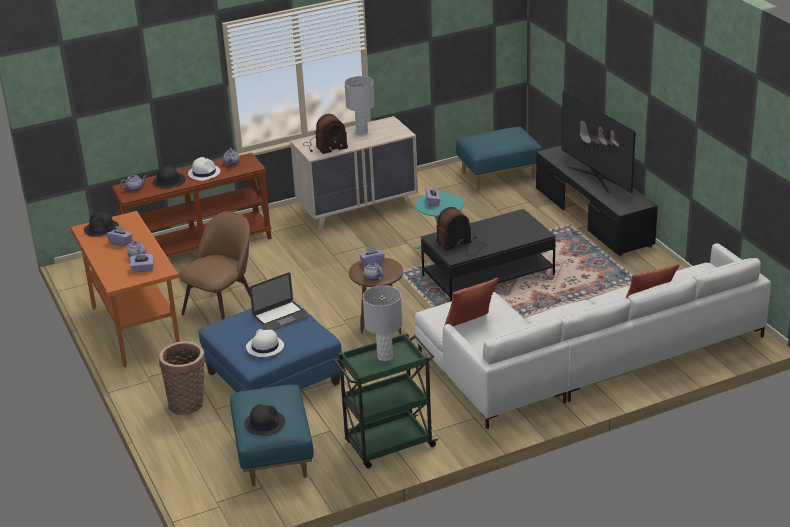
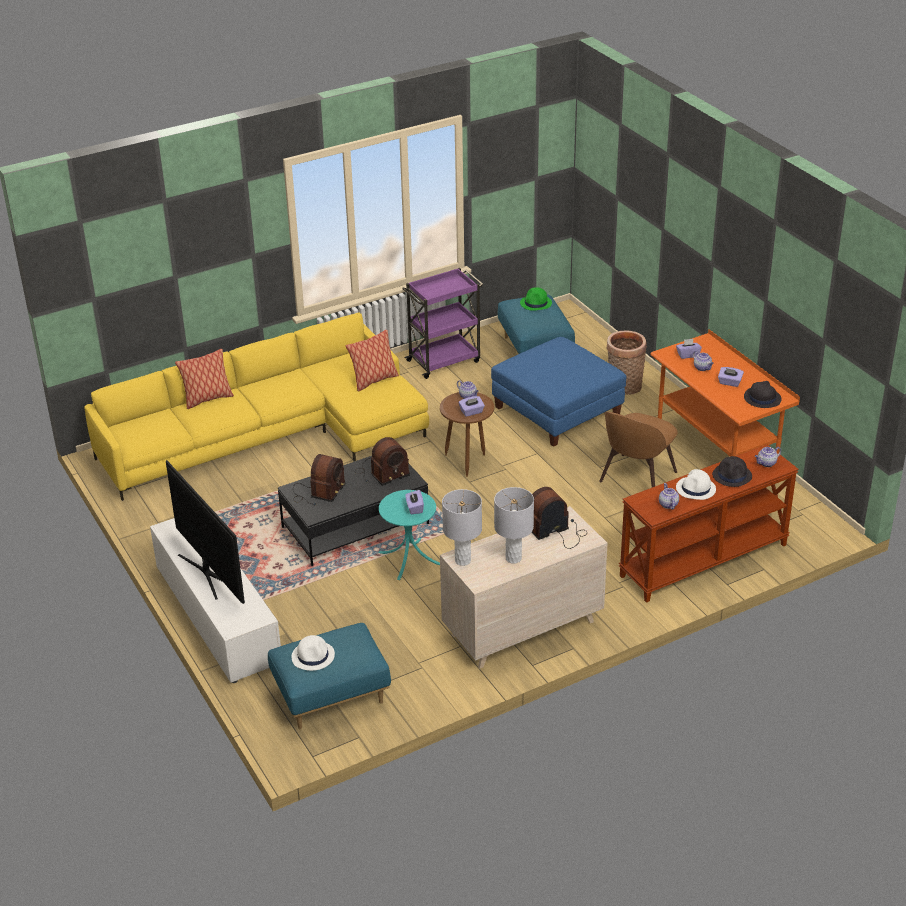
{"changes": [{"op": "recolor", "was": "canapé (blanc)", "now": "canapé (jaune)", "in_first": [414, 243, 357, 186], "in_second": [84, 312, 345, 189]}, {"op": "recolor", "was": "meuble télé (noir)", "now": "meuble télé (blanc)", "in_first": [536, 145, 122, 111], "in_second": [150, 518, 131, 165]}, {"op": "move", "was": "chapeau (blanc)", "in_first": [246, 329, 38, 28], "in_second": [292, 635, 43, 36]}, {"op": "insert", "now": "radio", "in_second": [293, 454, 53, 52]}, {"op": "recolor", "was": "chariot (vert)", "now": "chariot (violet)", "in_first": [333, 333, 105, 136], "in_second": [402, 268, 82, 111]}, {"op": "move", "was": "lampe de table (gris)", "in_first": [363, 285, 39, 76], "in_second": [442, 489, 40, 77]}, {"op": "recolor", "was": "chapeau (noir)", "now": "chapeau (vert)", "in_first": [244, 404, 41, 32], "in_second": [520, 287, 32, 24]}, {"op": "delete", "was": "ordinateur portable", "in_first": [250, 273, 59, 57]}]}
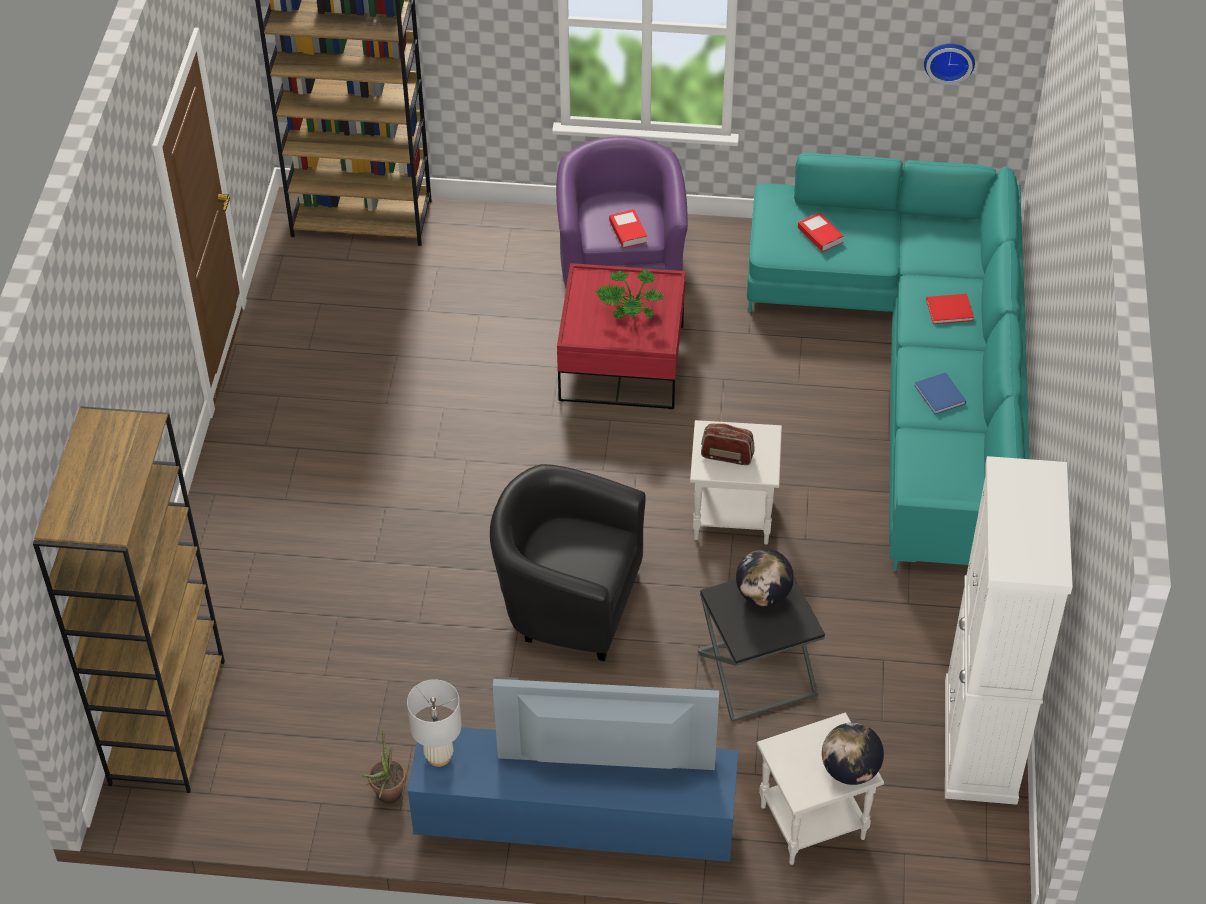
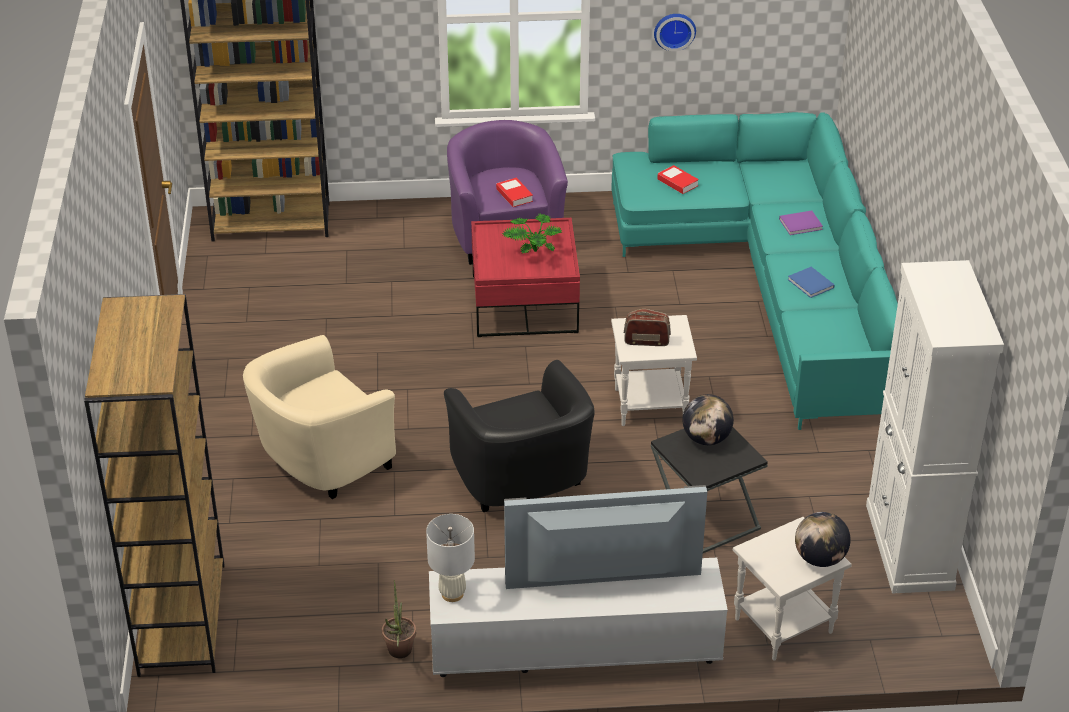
{"changes": [{"op": "insert", "now": "fauteuil (beige)", "in_second": [243, 335, 153, 164]}, {"op": "recolor", "was": "meuble télé (bleu)", "now": "meuble télé (blanc)", "in_first": [407, 727, 331, 135], "in_second": [429, 558, 299, 119]}, {"op": "rotate", "was": "fauteuil (noir)", "in_first": [490, 464, 156, 197], "in_second": [444, 360, 150, 152], "clockwise": -120}, {"op": "move", "was": "horloge murale", "in_first": [924, 43, 51, 42], "in_second": [654, 14, 42, 37]}, {"op": "recolor", "was": "livre (rouge)", "now": "livre (violet)", "in_first": [926, 294, 48, 30], "in_second": [779, 211, 44, 24]}]}
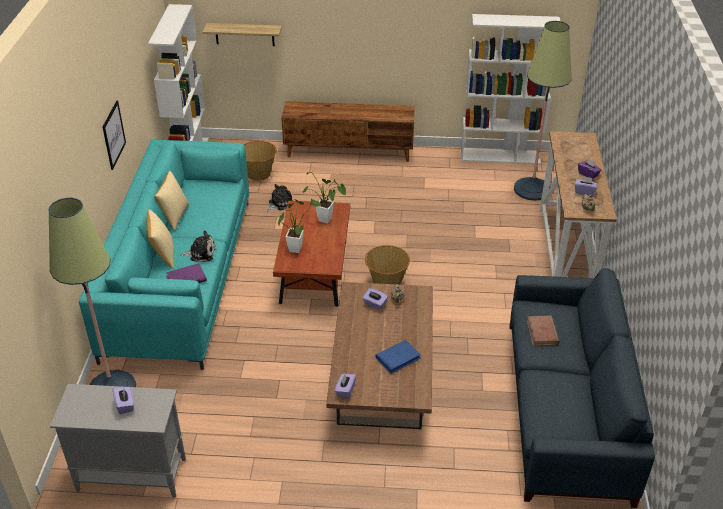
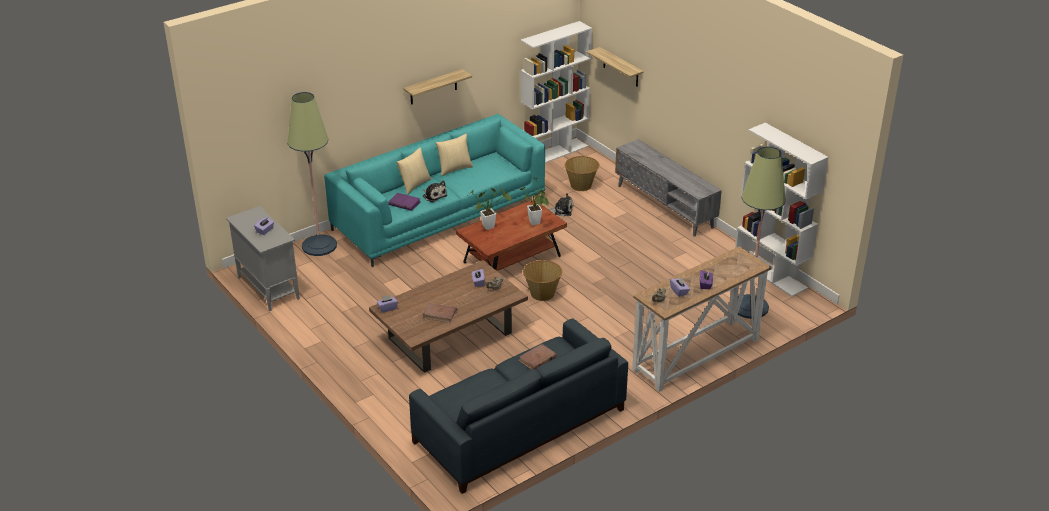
{"changes": [{"op": "replace", "was": "tableau", "now": "étagère", "in_first": [103, 100, 23, 70], "in_second": [403, 69, 69, 36]}, {"op": "recolor", "was": "livre (bleu)", "now": "livre (marron)", "in_first": [376, 340, 45, 34], "in_second": [422, 303, 35, 20]}, {"op": "recolor", "was": "meuble télé (marron)", "now": "meuble télé (gris)", "in_first": [281, 101, 134, 61], "in_second": [615, 139, 107, 98]}]}
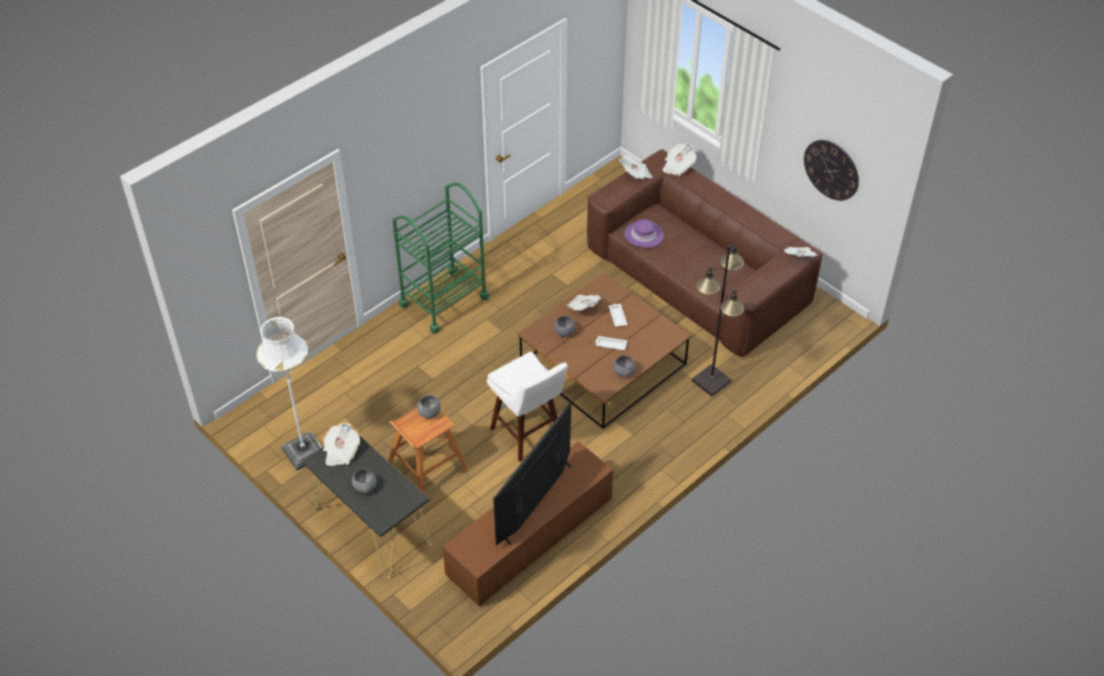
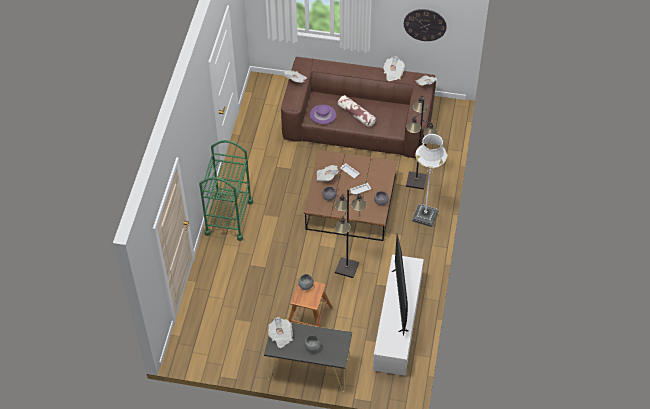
{"changes": [{"op": "replace", "was": "tabouret (blanc)", "now": "lampadaire (noir)", "in_first": [487, 351, 81, 111], "in_second": [334, 189, 33, 89]}, {"op": "insert", "now": "coussin", "in_second": [338, 95, 38, 32]}, {"op": "recolor", "was": "meuble télé (marron)", "now": "meuble télé (blanc)", "in_first": [442, 441, 171, 165], "in_second": [373, 254, 51, 122]}, {"op": "move", "was": "journal", "in_first": [663, 144, 33, 32], "in_second": [383, 56, 22, 25]}, {"op": "move", "was": "lampadaire (blanc)", "in_first": [256, 317, 66, 154], "in_second": [412, 134, 35, 93]}]}
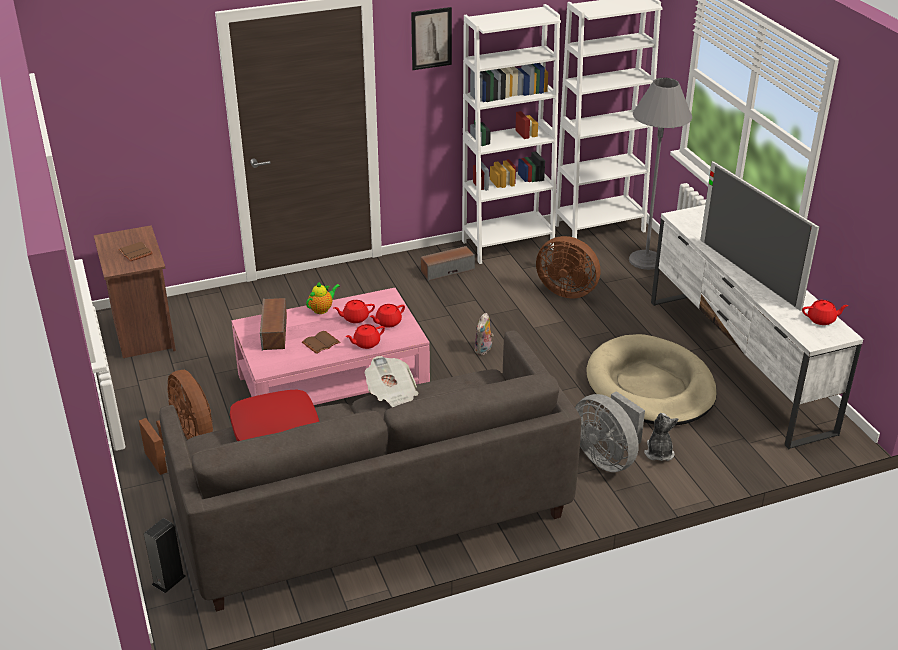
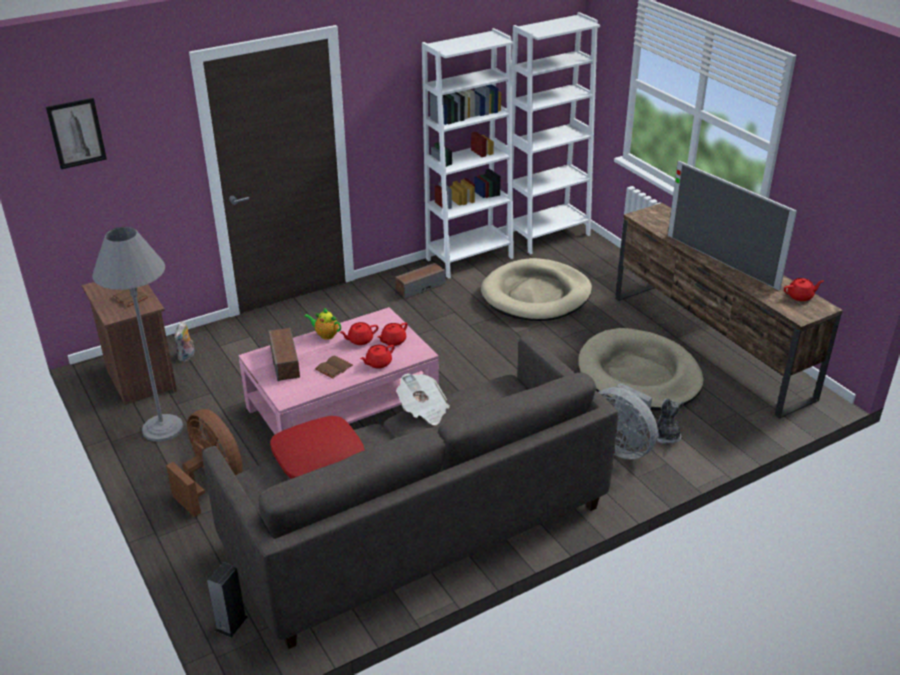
{"changes": [{"op": "move", "was": "tableau", "in_first": [411, 7, 41, 63], "in_second": [46, 98, 61, 71]}, {"op": "move", "was": "lampadaire (gris)", "in_first": [629, 78, 63, 192], "in_second": [92, 227, 91, 215]}, {"op": "move", "was": "peluche", "in_first": [474, 313, 20, 42], "in_second": [174, 321, 21, 41]}, {"op": "rotate", "was": "théière", "in_first": [306, 281, 34, 33], "in_second": [304, 308, 37, 32], "clockwise": -105}, {"op": "replace", "was": "ventilateur (marron)", "now": "panier pour chien (beige)", "in_first": [536, 236, 64, 62], "in_second": [481, 258, 111, 63]}, {"op": "recolor", "was": "meuble télé (blanc)", "now": "meuble télé (marron)", "in_first": [651, 205, 212, 244], "in_second": [615, 203, 228, 216]}]}
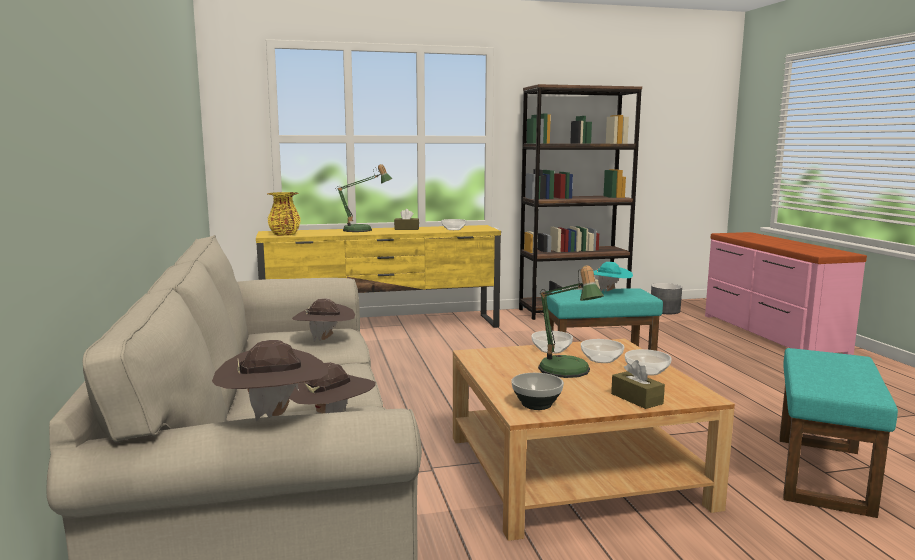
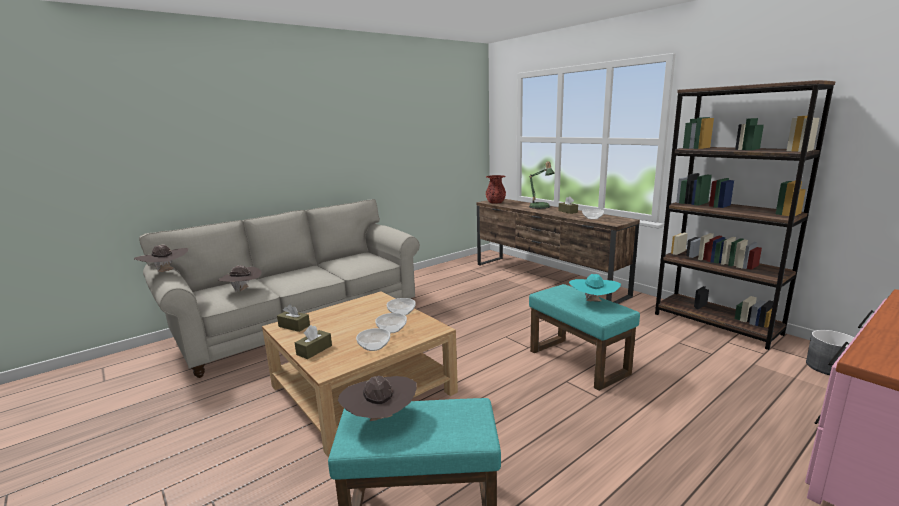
{"changes": [{"op": "replace", "was": "bol", "now": "boîte à mouchoirs (marron)", "in_first": [511, 373, 53, 37], "in_second": [277, 304, 33, 28]}, {"op": "move", "was": "chapeau (marron)", "in_first": [292, 299, 63, 42], "in_second": [338, 376, 79, 45]}, {"op": "recolor", "was": "meuble télé (jaune)", "now": "meuble télé (marron)", "in_first": [256, 225, 245, 103], "in_second": [476, 199, 164, 105]}, {"op": "recolor", "was": "vase (jaune)", "now": "vase (rouge)", "in_first": [267, 192, 34, 44], "in_second": [486, 175, 20, 29]}, {"op": "delete", "was": "lampe de table", "in_first": [538, 265, 66, 113]}]}
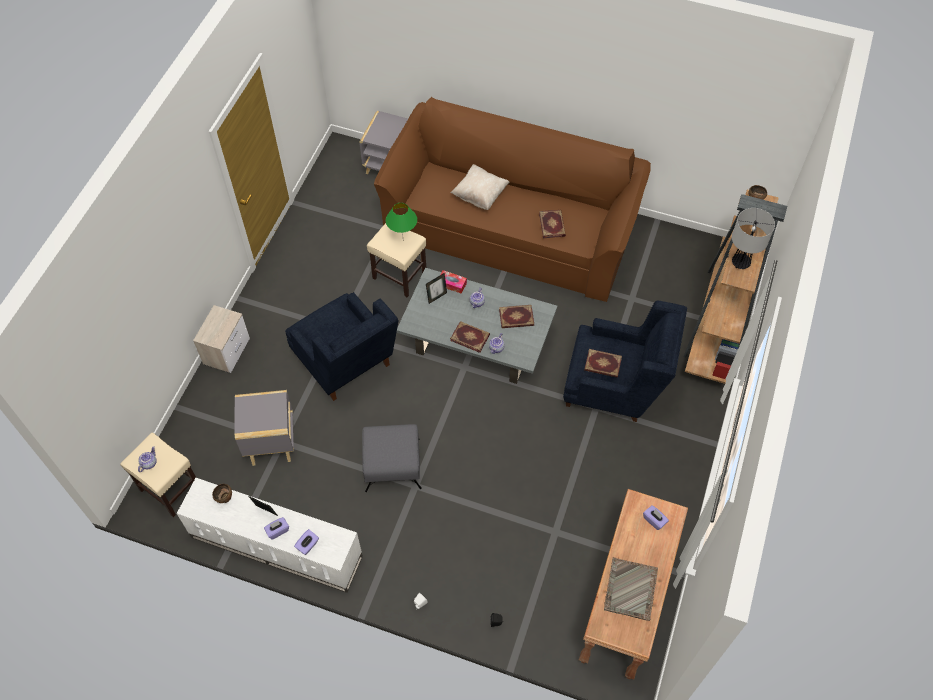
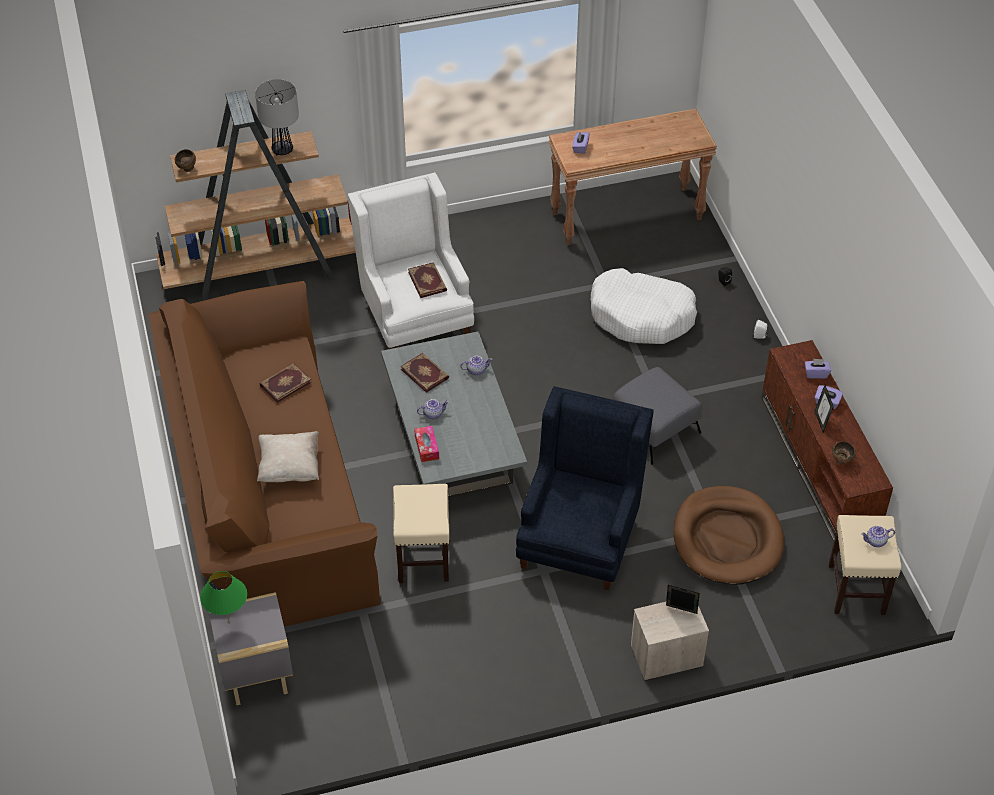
{"changes": [{"op": "move", "was": "lampe de table (vert)", "in_first": [386, 203, 31, 31], "in_second": [200, 571, 47, 53]}, {"op": "recolor", "was": "fauteuil (bleu)", "now": "fauteuil (blanc)", "in_first": [563, 301, 124, 121], "in_second": [347, 172, 127, 177]}, {"op": "insert", "now": "panier pour chien (blanc)", "in_second": [591, 268, 106, 76]}, {"op": "move", "was": "cadre photo", "in_first": [426, 273, 21, 31], "in_second": [666, 585, 34, 29]}, {"op": "replace", "was": "table d'appoint (gris)", "now": "panier pour chien (marron)", "in_first": [235, 390, 59, 76], "in_second": [674, 486, 110, 99]}, {"op": "recolor", "was": "meuble télé (blanc)", "now": "meuble télé (marron)", "in_first": [177, 478, 186, 115], "in_second": [761, 340, 132, 201]}, {"op": "delete", "was": "livre", "in_first": [450, 321, 40, 32]}, {"op": "delete", "was": "plateau (gris)", "in_first": [604, 557, 54, 64]}]}
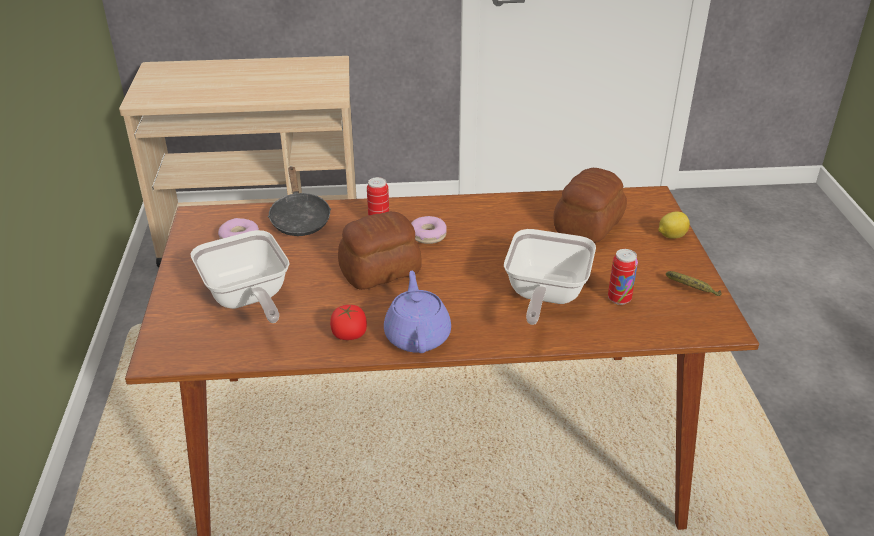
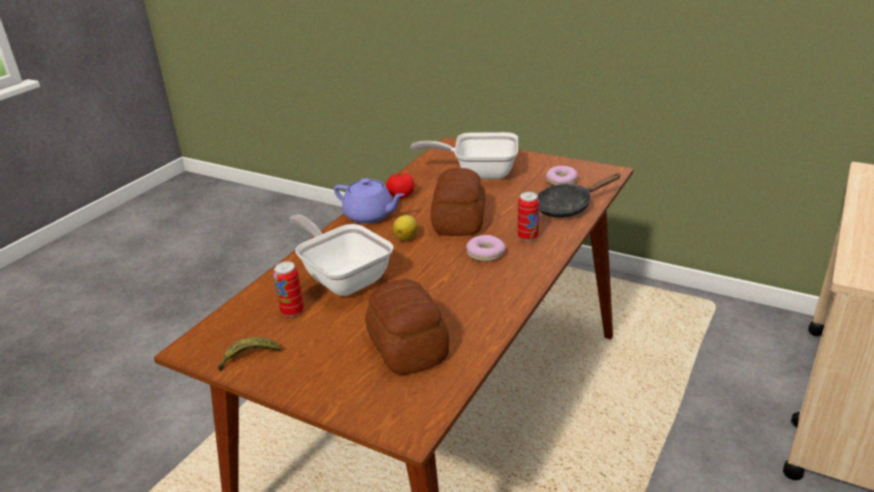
{"changes": [{"op": "move", "was": "citron", "in_first": [658, 211, 32, 28], "in_second": [393, 215, 25, 26]}, {"op": "rotate", "was": "poêle (noir)", "in_first": [268, 166, 63, 70], "in_second": [537, 173, 83, 45], "clockwise": -45}]}
